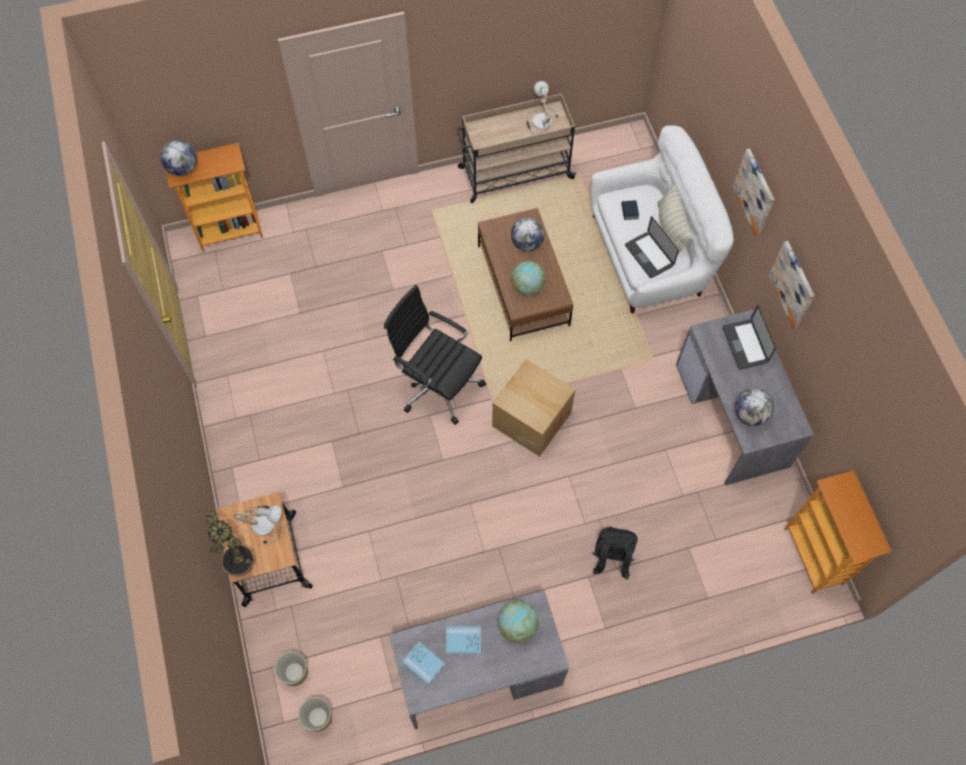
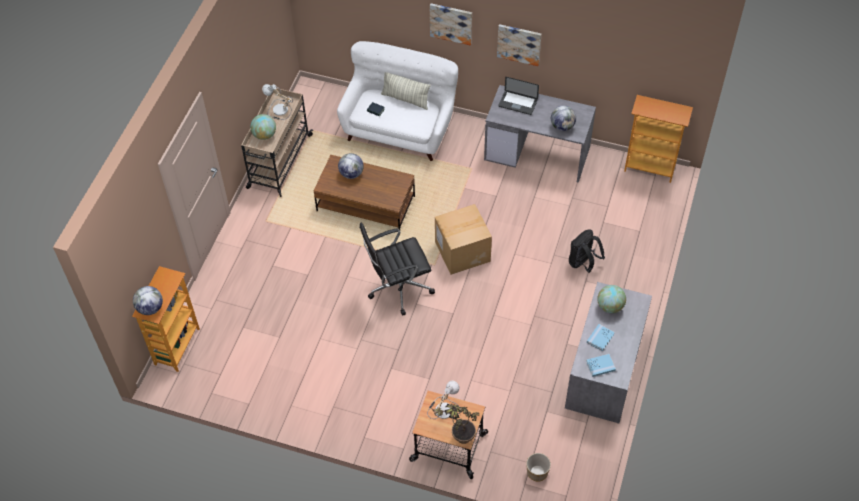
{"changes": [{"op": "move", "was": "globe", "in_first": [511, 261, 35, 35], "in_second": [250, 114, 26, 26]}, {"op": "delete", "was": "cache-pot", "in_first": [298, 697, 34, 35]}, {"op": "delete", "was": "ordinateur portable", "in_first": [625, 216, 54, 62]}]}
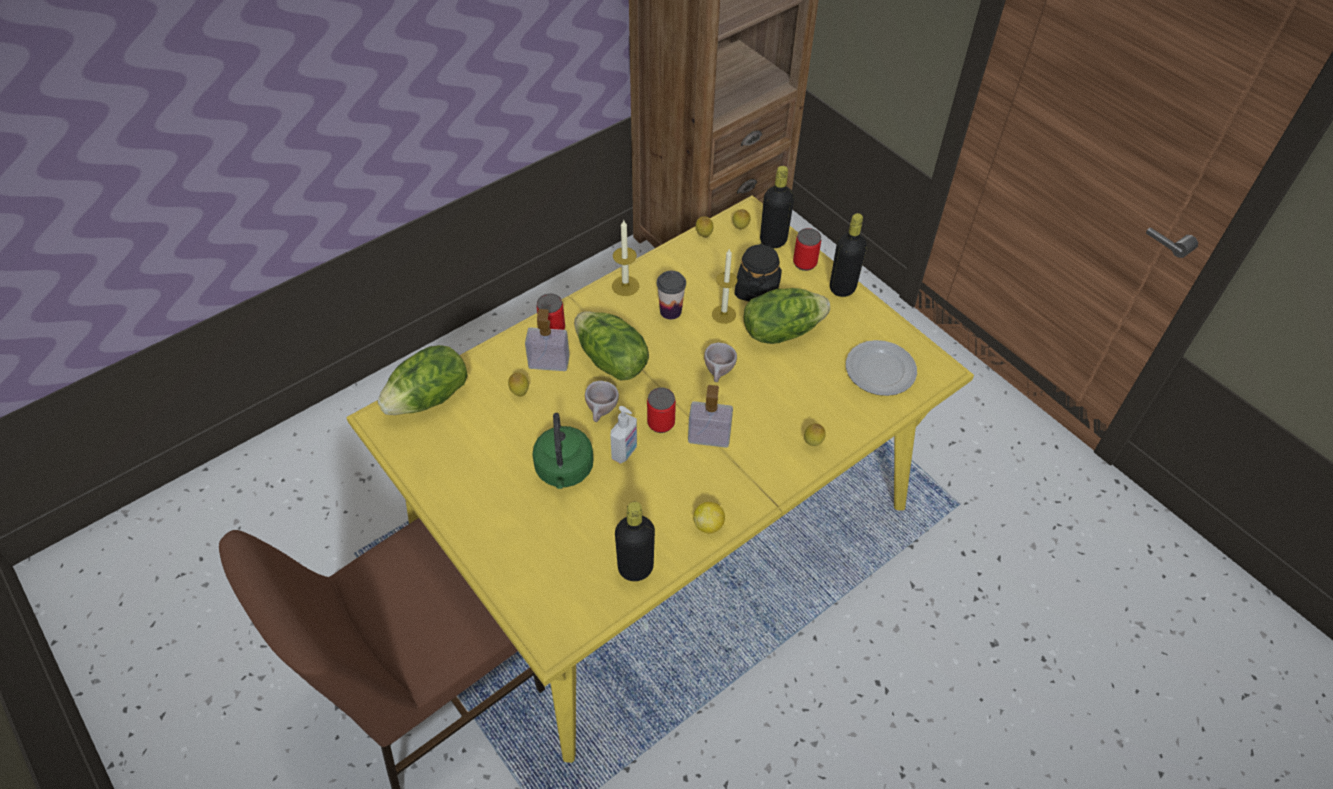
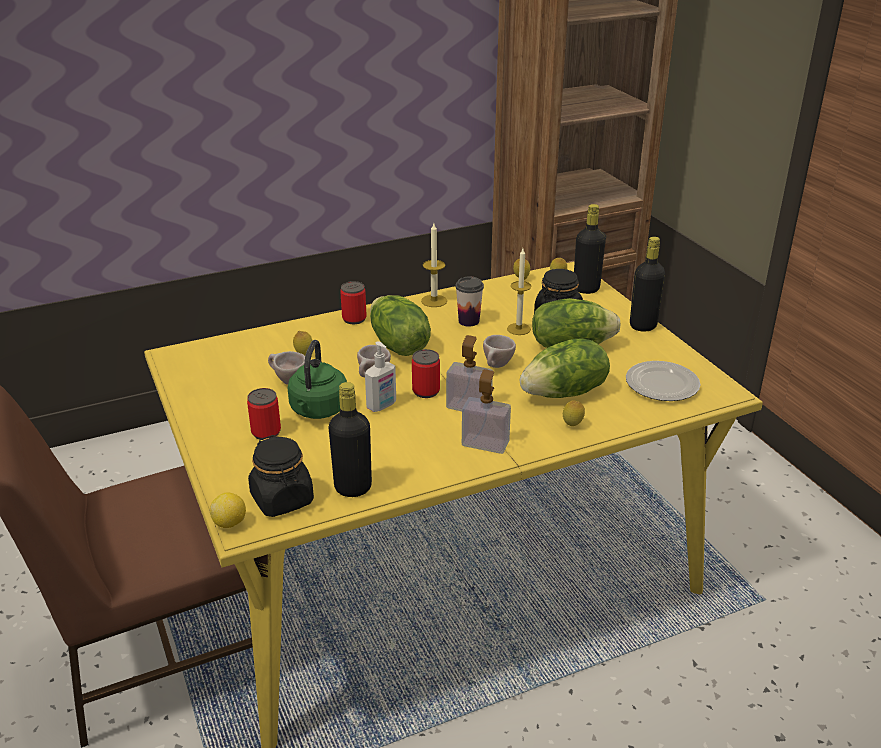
{"changes": [{"op": "move", "was": "citron", "in_first": [694, 502, 31, 31], "in_second": [210, 493, 36, 35]}, {"op": "move", "was": "boîte métallique", "in_first": [793, 228, 28, 43], "in_second": [247, 388, 34, 52]}, {"op": "insert", "now": "bocal (noir)", "in_second": [248, 435, 66, 82]}, {"op": "insert", "now": "tasse (beige)", "in_second": [268, 351, 37, 34]}, {"op": "move", "was": "distributeur de savon", "in_first": [525, 309, 45, 62], "in_second": [462, 369, 49, 85]}, {"op": "move", "was": "laitue", "in_first": [377, 345, 91, 70], "in_second": [520, 338, 90, 60]}]}
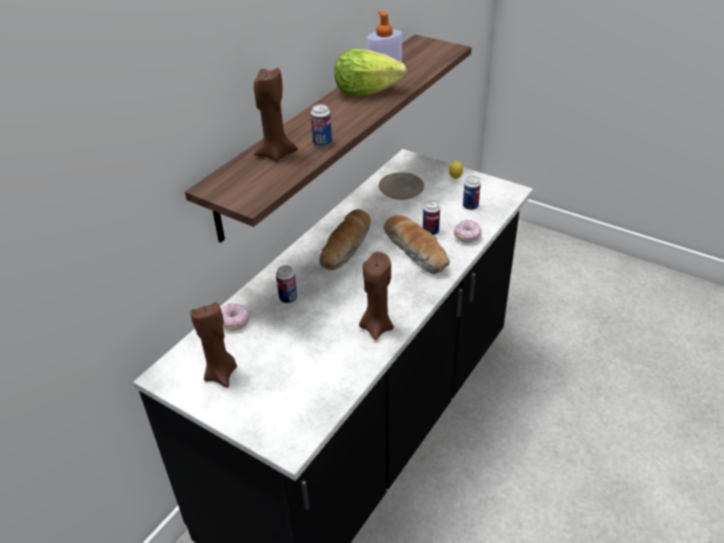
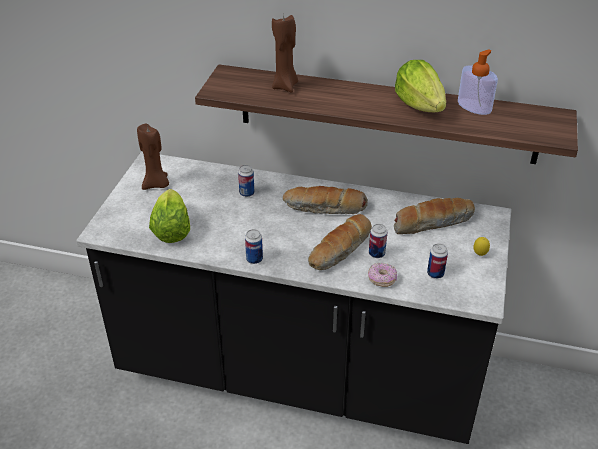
{"changes": [{"op": "insert", "now": "laitue", "in_second": [149, 189, 41, 54]}, {"op": "move", "was": "boîte métallique", "in_first": [311, 104, 21, 43], "in_second": [245, 229, 18, 35]}, {"op": "replace", "was": "assiette (beige)", "now": "pain", "in_first": [379, 172, 45, 28], "in_second": [394, 198, 81, 36]}, {"op": "delete", "was": "beignet", "in_first": [221, 303, 29, 27]}, {"op": "delete", "was": "bougie (marron)", "in_first": [359, 252, 35, 88]}]}
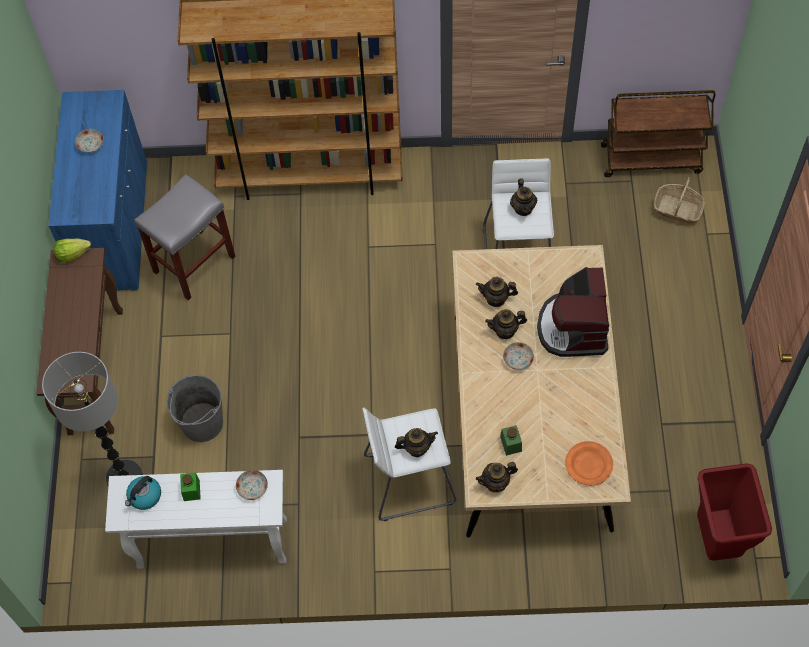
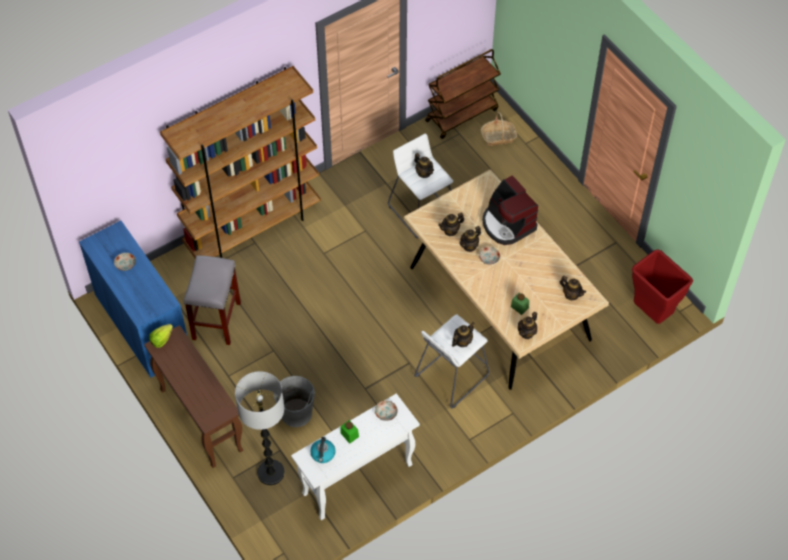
{"changes": [{"op": "replace", "was": "assiette (orange)", "now": "théière", "in_first": [565, 441, 48, 45], "in_second": [560, 276, 26, 24]}]}
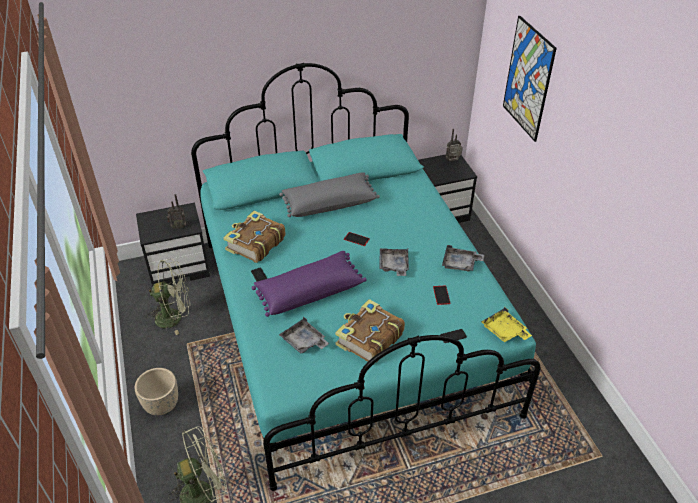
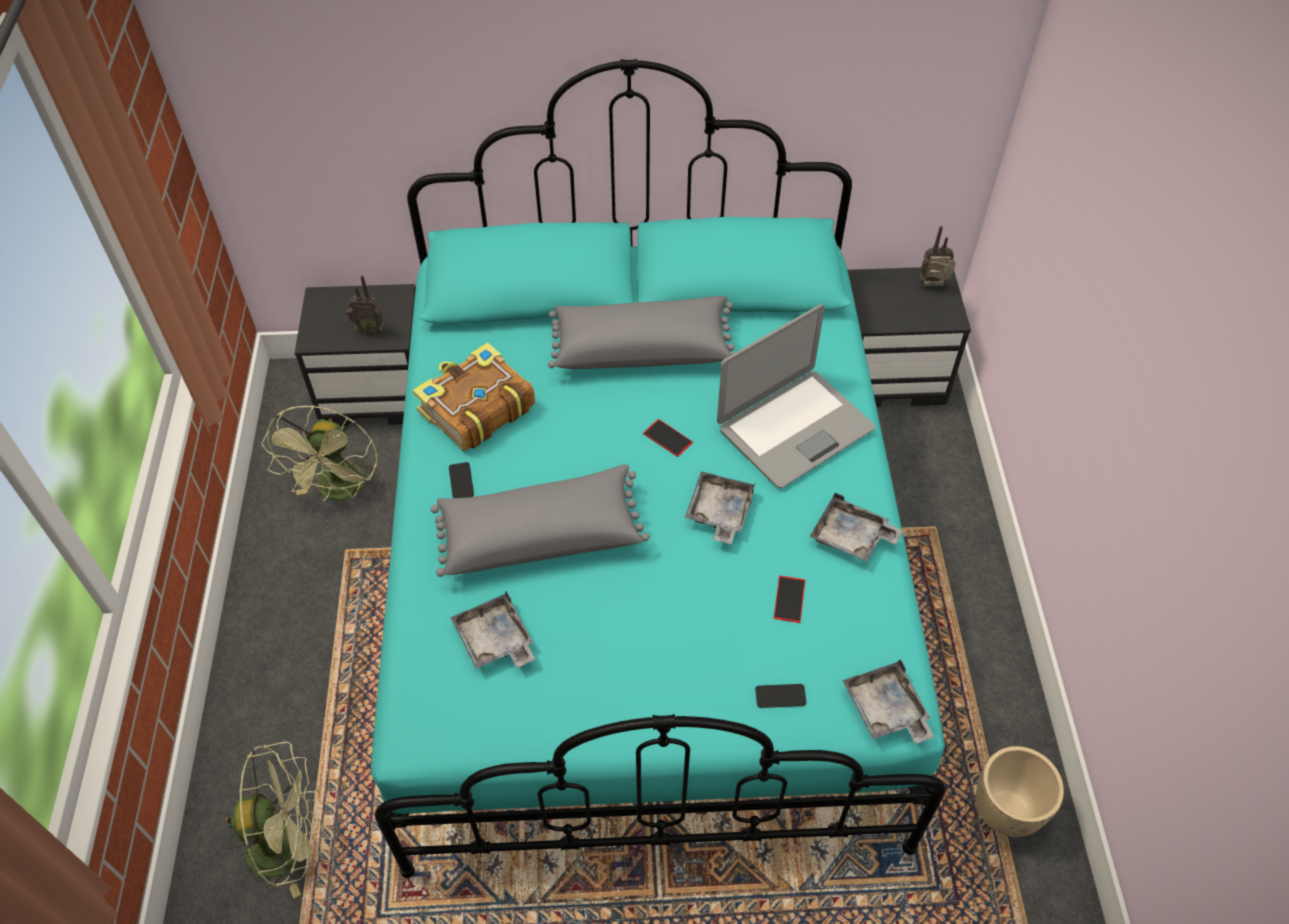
{"changes": [{"op": "rotate", "was": "ventilateur (vert)", "in_first": [147, 259, 43, 76], "in_second": [262, 405, 120, 97], "clockwise": 90}, {"op": "recolor", "was": "coussin (violet)", "now": "coussin (gris)", "in_first": [251, 251, 116, 66], "in_second": [431, 464, 218, 113]}, {"op": "insert", "now": "ordinateur portable", "in_second": [717, 304, 158, 184]}, {"op": "recolor", "was": "plateau (jaune)", "now": "plateau (gris)", "in_first": [481, 307, 51, 35], "in_second": [842, 659, 92, 85]}, {"op": "move", "was": "cache-pot (beige)", "in_first": [135, 368, 43, 47], "in_second": [976, 746, 88, 91]}, {"op": "delete", "was": "livre", "in_first": [335, 299, 70, 63]}, {"op": "delete", "was": "tableau", "in_first": [503, 16, 54, 126]}]}
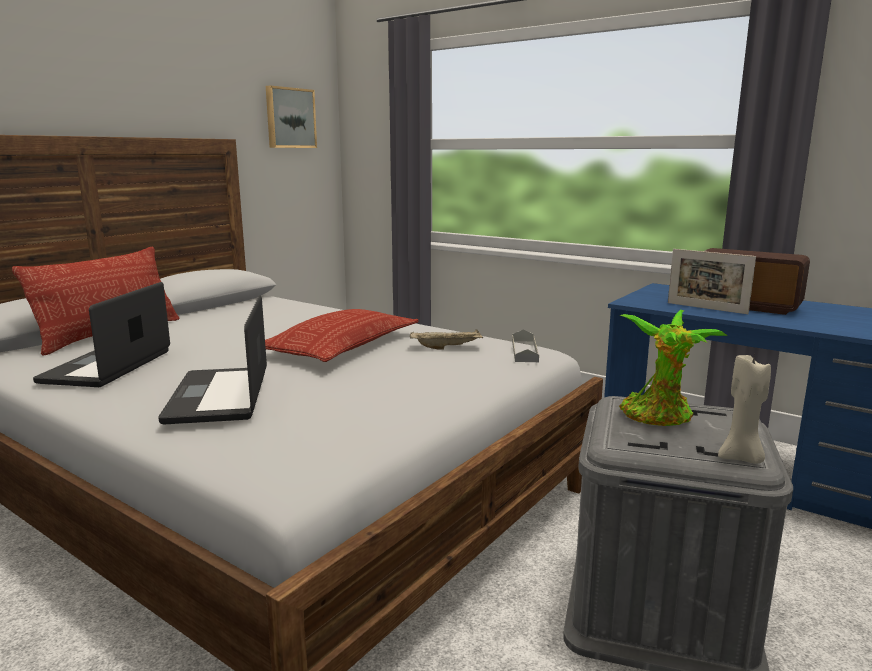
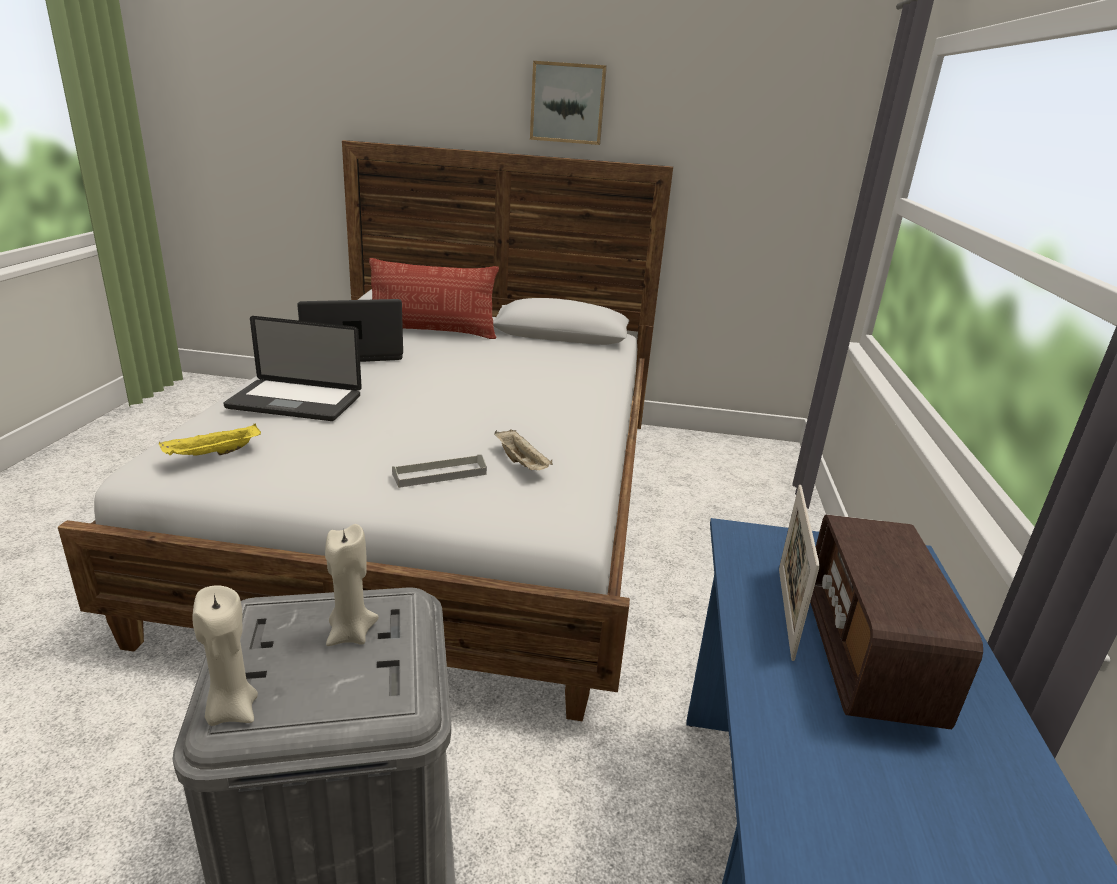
{"changes": [{"op": "insert", "now": "plateau (jaune)", "in_second": [159, 423, 102, 33]}, {"op": "rotate", "was": "ordinateur portable", "in_first": [158, 295, 109, 129], "in_second": [224, 316, 138, 105], "clockwise": -135}, {"op": "replace", "was": "plante en pot", "now": "bougie (beige)", "in_first": [619, 310, 109, 116], "in_second": [325, 524, 54, 122]}, {"op": "move", "was": "plateau (gris)", "in_first": [512, 329, 27, 33], "in_second": [392, 455, 95, 33]}, {"op": "move", "was": "tableau", "in_first": [266, 85, 51, 63], "in_second": [530, 61, 77, 84]}, {"op": "delete", "was": "coussin", "in_first": [265, 309, 153, 53]}]}
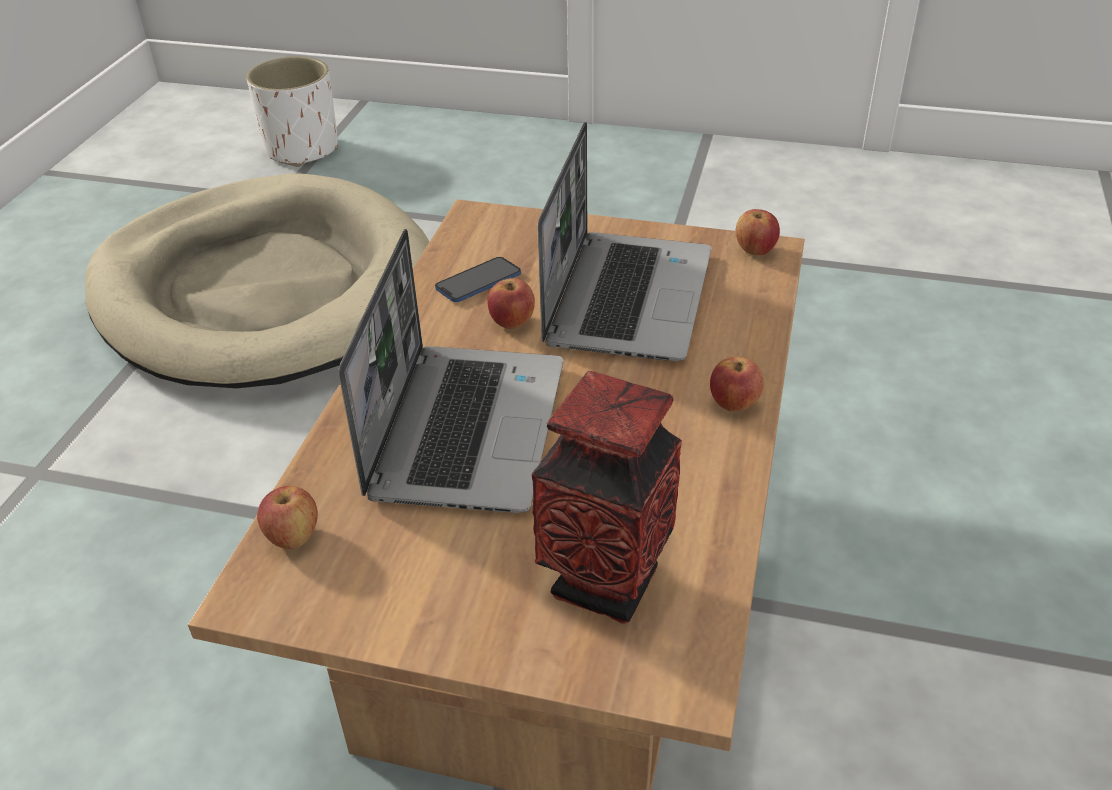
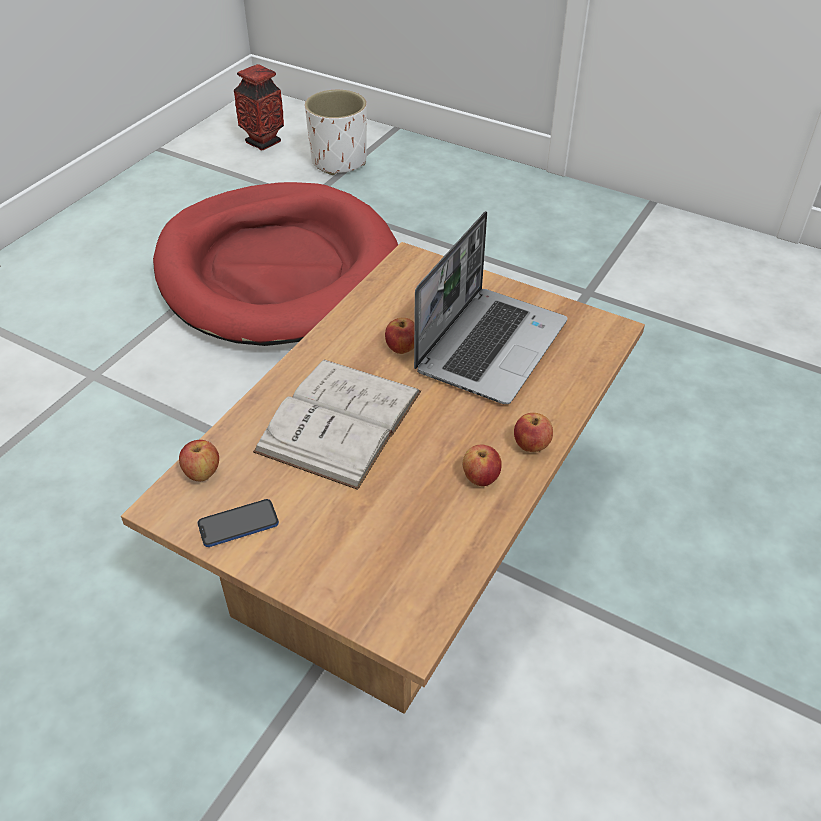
{"changes": [{"op": "recolor", "was": "panier pour chien (beige)", "now": "panier pour chien (rouge)", "in_first": [85, 174, 344, 214], "in_second": [153, 182, 245, 164]}, {"op": "move", "was": "téléphone", "in_first": [435, 257, 86, 45], "in_second": [197, 499, 82, 48]}, {"op": "move", "was": "vase", "in_first": [532, 371, 150, 253], "in_second": [234, 64, 50, 87]}, {"op": "replace", "was": "ordinateur portable", "now": "livre (blanc)", "in_first": [339, 229, 224, 284], "in_second": [253, 360, 168, 130]}, {"op": "move", "was": "pomme", "in_first": [736, 209, 44, 46], "in_second": [463, 444, 39, 42]}]}
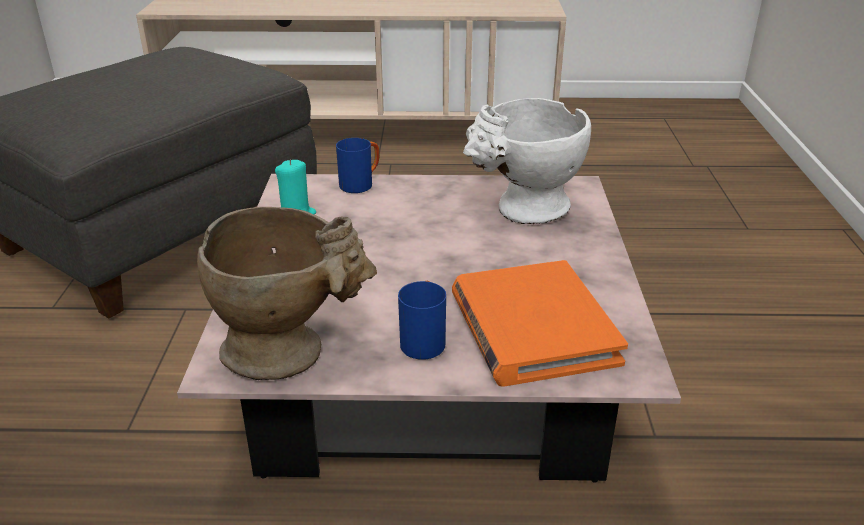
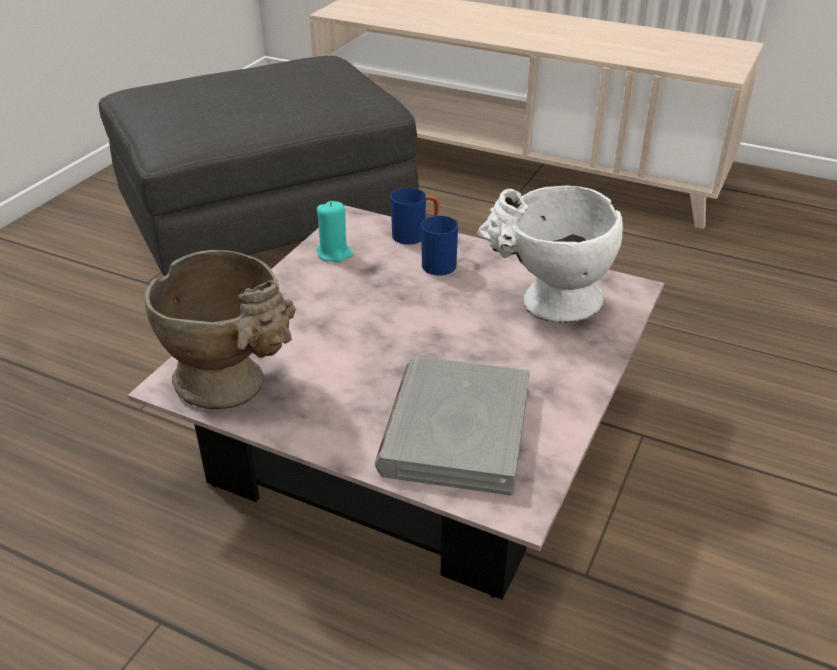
{"changes": [{"op": "recolor", "was": "livre (orange)", "now": "livre (gris)", "in_first": [452, 260, 176, 127], "in_second": [375, 357, 155, 138]}, {"op": "move", "was": "mug (bleu)", "in_first": [398, 281, 48, 79], "in_second": [421, 216, 37, 60]}]}
